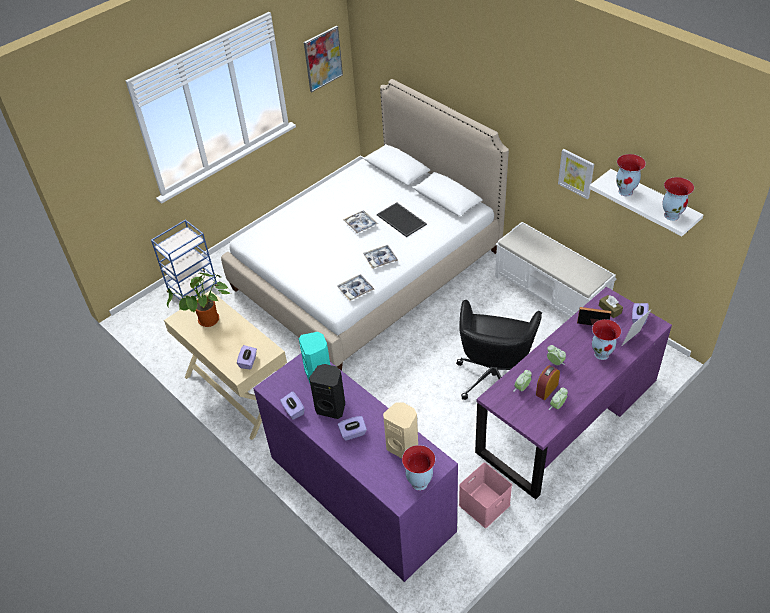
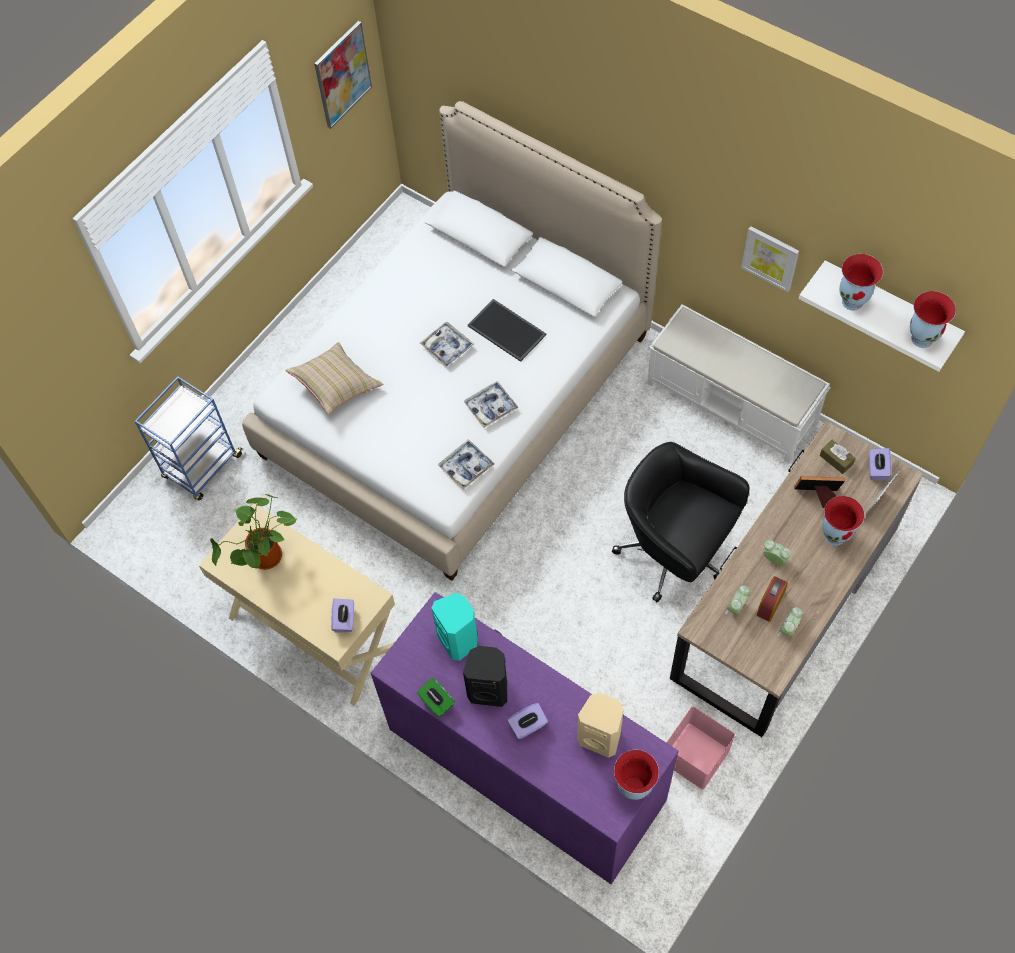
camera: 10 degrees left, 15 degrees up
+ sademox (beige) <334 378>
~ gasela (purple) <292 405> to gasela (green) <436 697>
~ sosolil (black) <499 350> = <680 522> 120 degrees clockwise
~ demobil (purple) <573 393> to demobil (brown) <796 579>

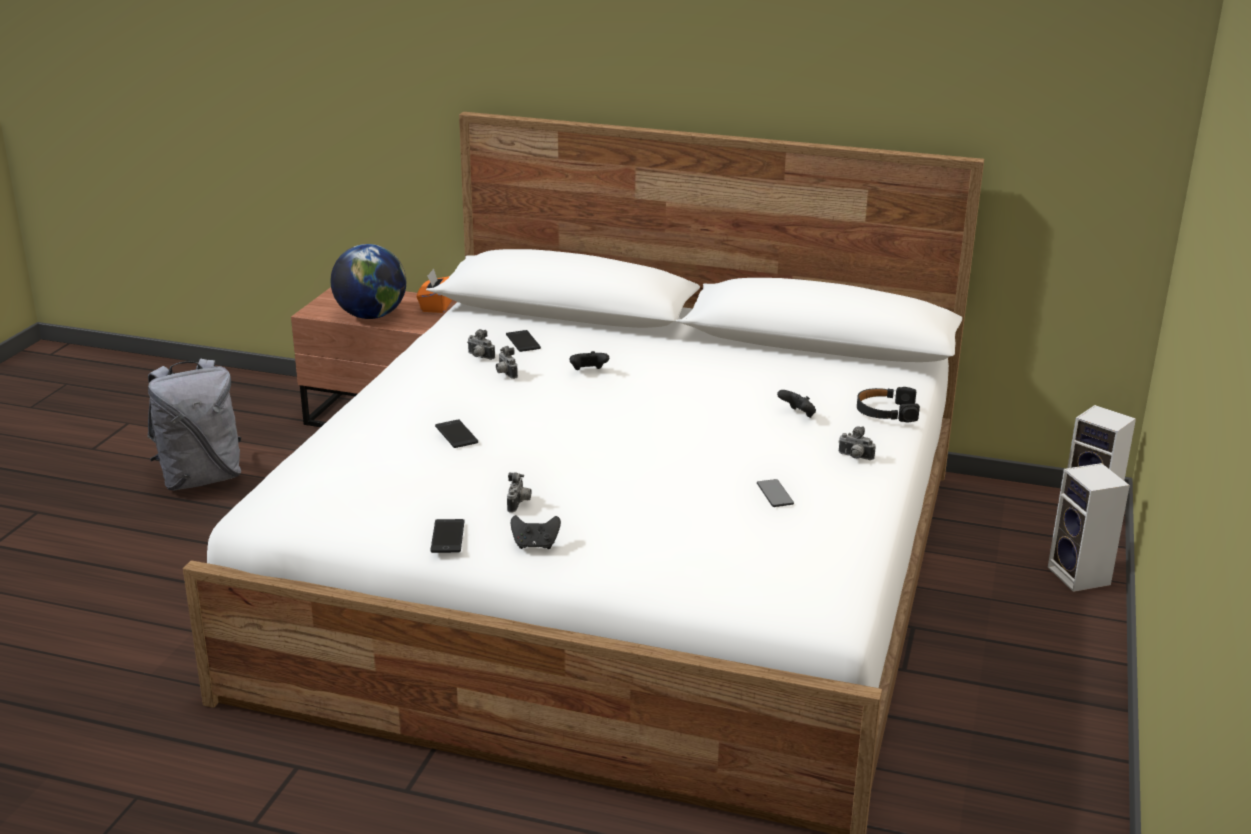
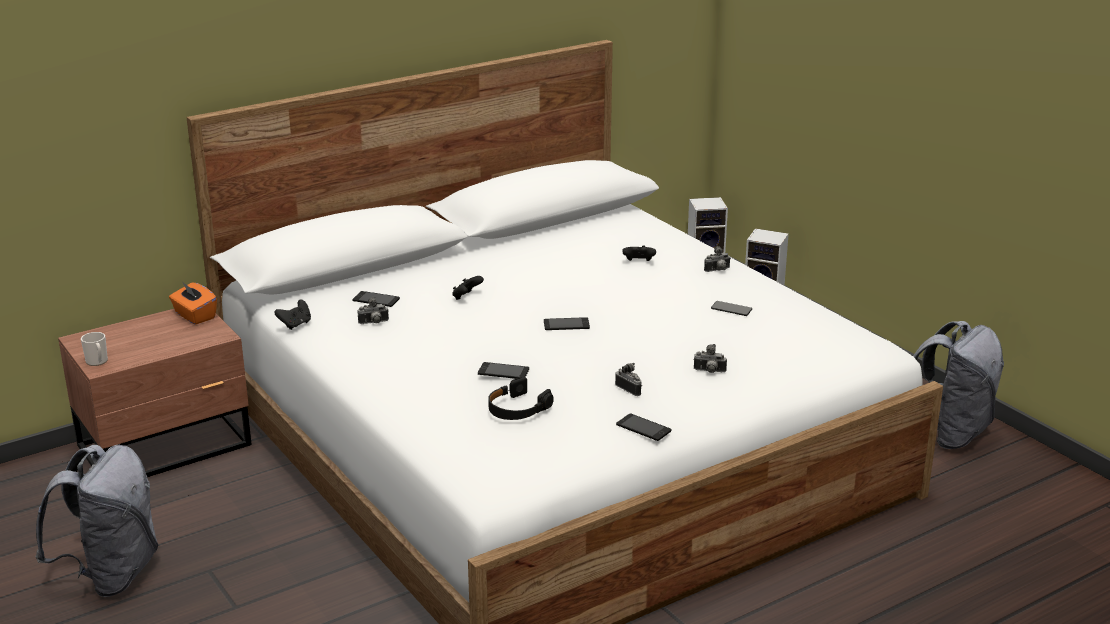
camera: 50 degrees left, 0 degrees up
+ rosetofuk <94 349>
~ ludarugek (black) <536 532> to <292 314>
~ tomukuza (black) <888 405> to <520 398>
+ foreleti <567 323>
~ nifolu <507 362> to <710 358>
+ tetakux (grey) <958 385>
- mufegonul <368 281>

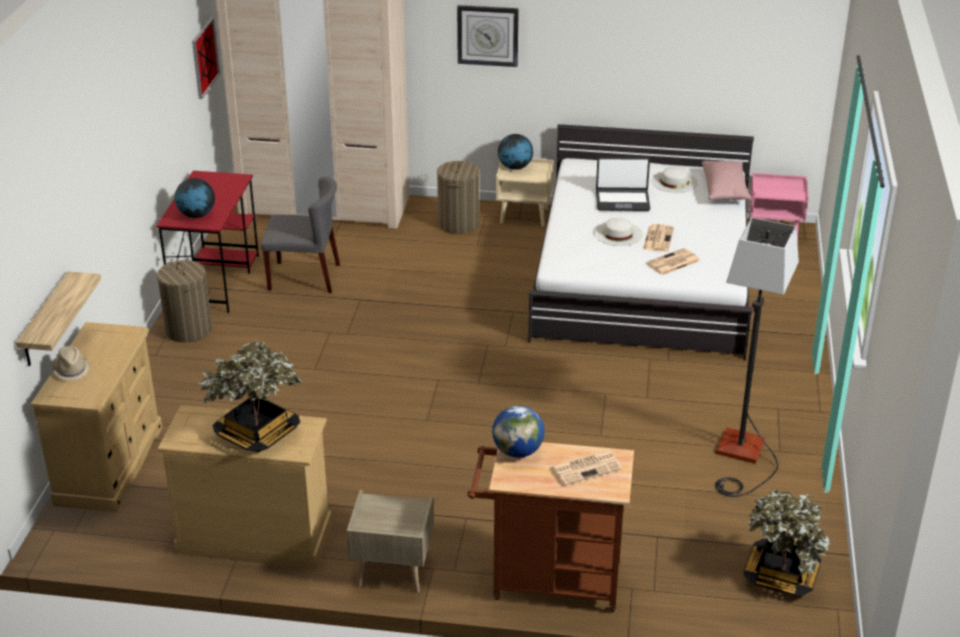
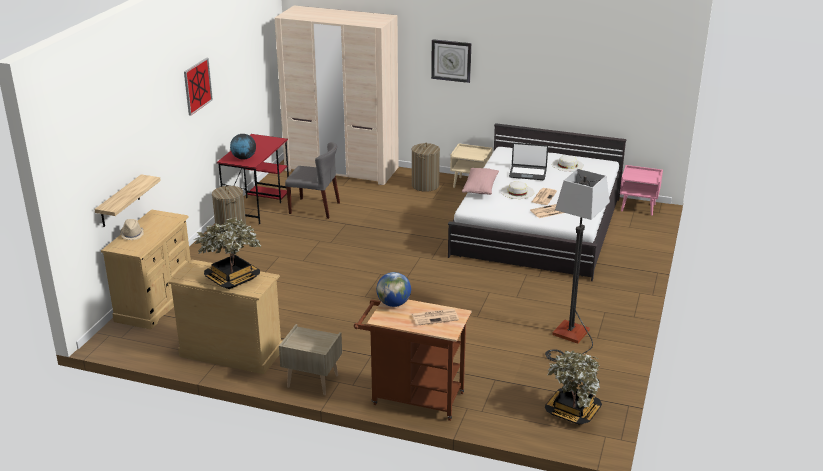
camera: 10 degrees right, 5 degrees down
~ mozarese <206 58> to <198 87>
~ sademox (pink) <727 180> to <480 181>
- mufegonul <515 152>

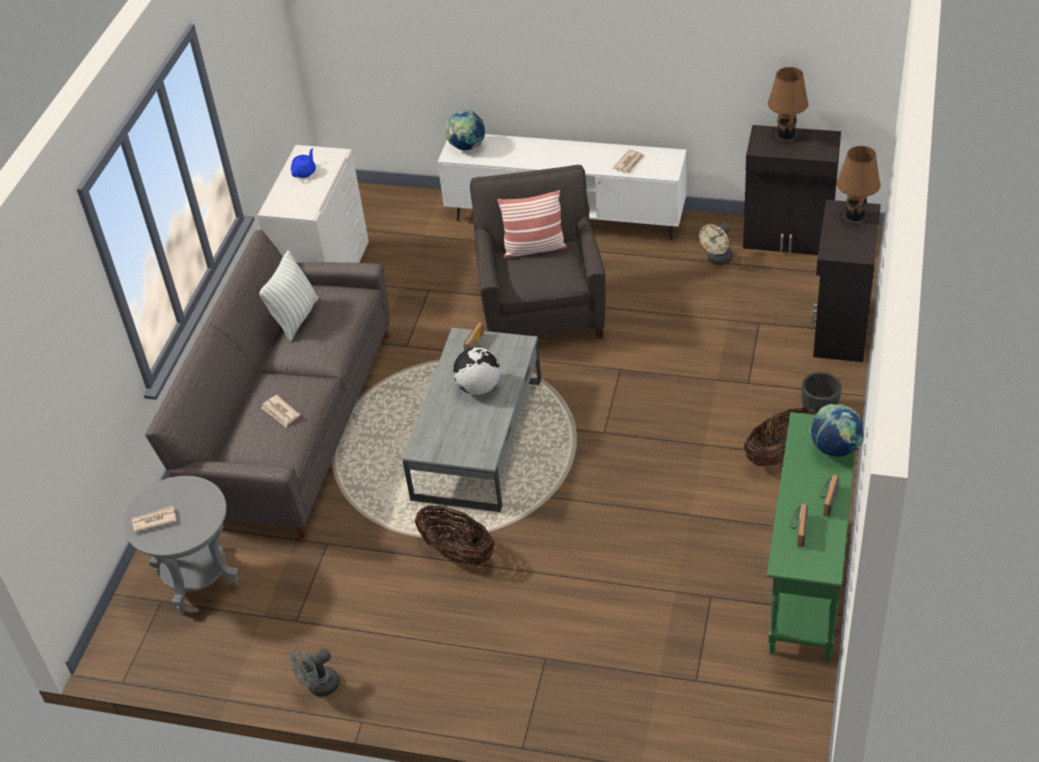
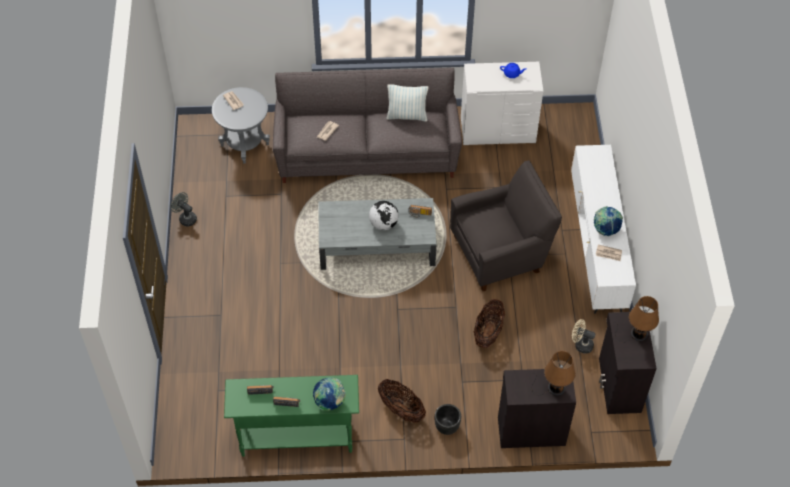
camera: 70 degrees right, 10 degrees up
~ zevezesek <455 535> to <489 323>
~ mufegonul <465 130> to <608 221>
- sademox <532 224>

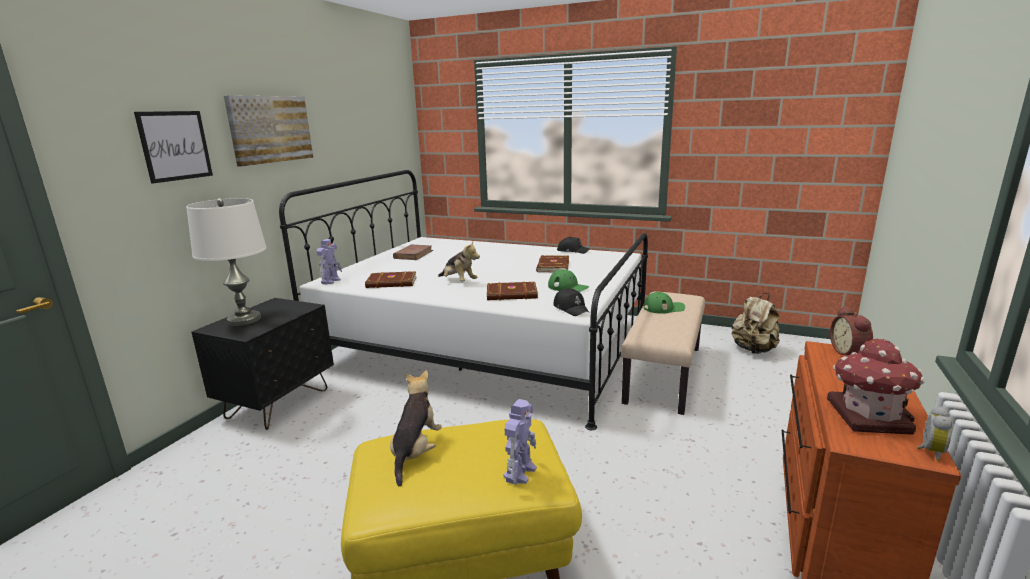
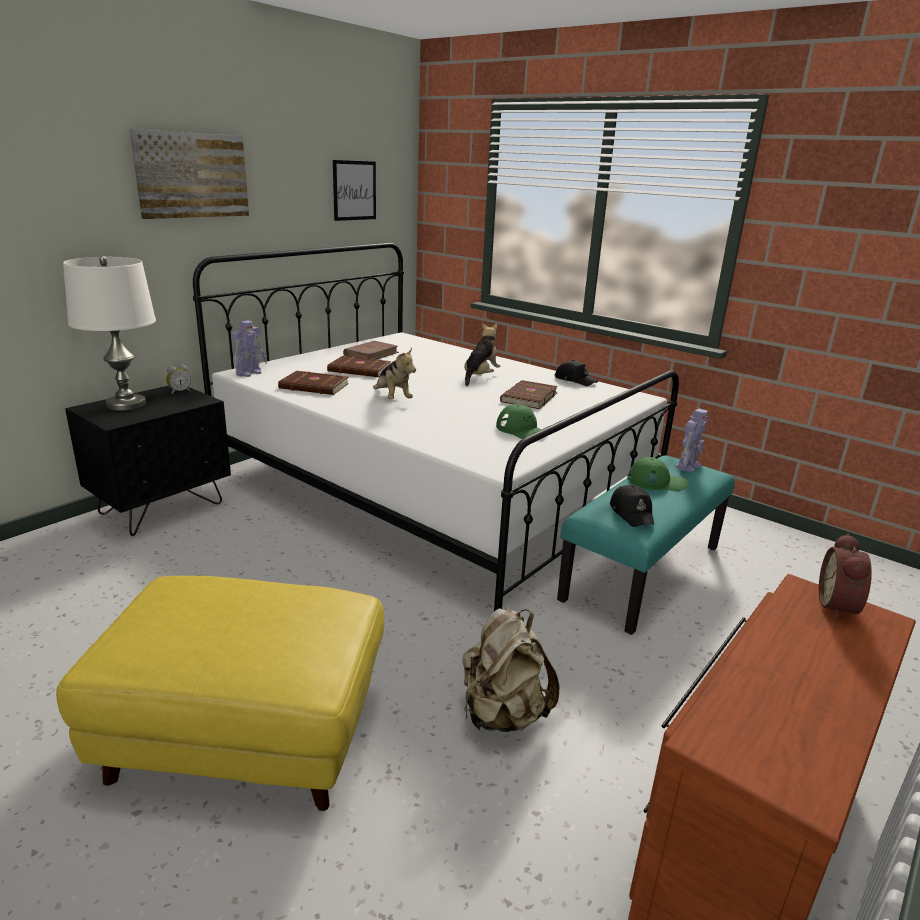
camera: 15 degrees right, 5 degrees up
~ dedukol <934 434> to <178 379>
~ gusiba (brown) <512 291> to <359 366>
~ mozarese <173 147> to <354 190>
~ tetakux (beige) <756 323> to <511 670>
~ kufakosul <416 428> to <482 354>
~ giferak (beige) <663 353> to giferak (turquoise) <646 545>
~ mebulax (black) <571 302> to <632 506>
~ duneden <520 442> to <691 440>
- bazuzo <876 387>

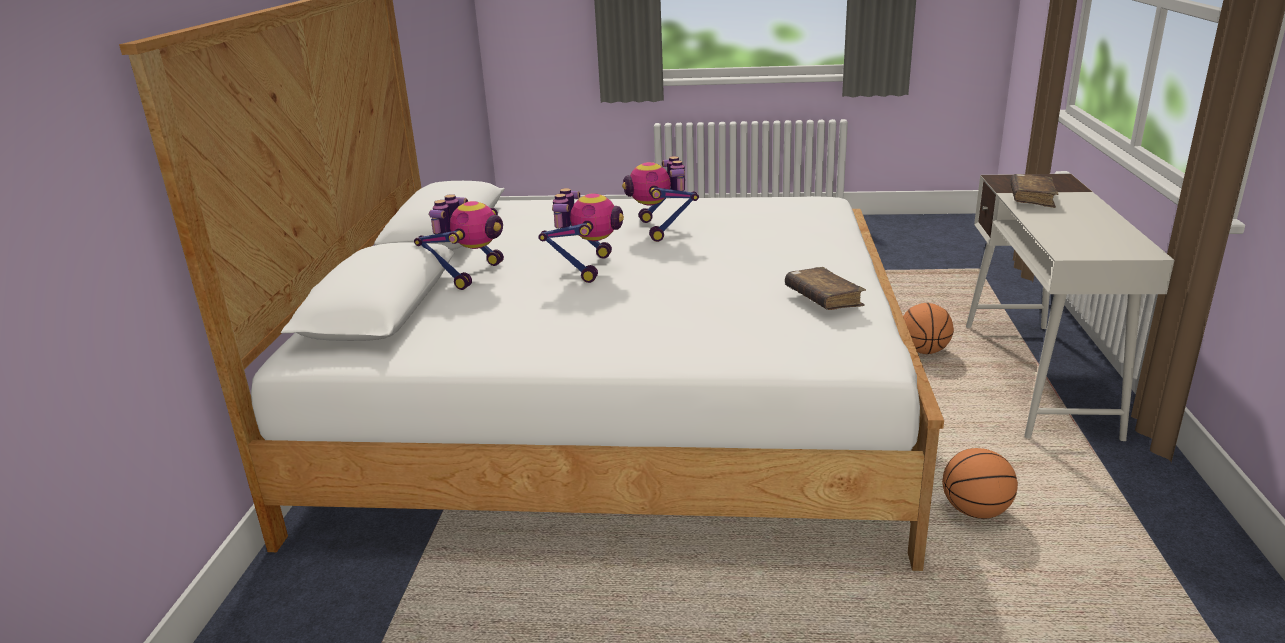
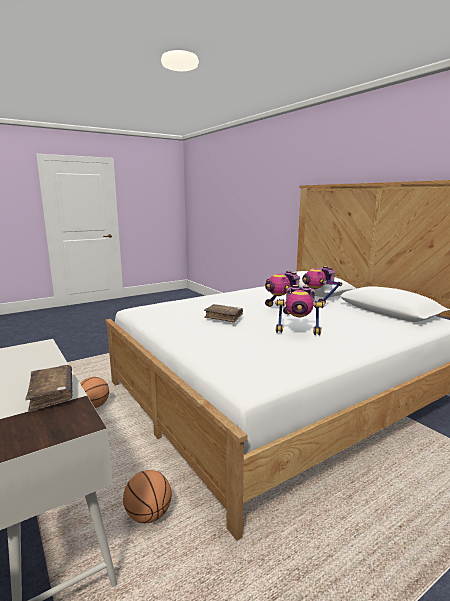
camera: 140 degrees right, 10 degrees down
~ gusiba (brown) <825 288> to <223 313>
~ duneden <660 199> = <300 310> 150 degrees clockwise

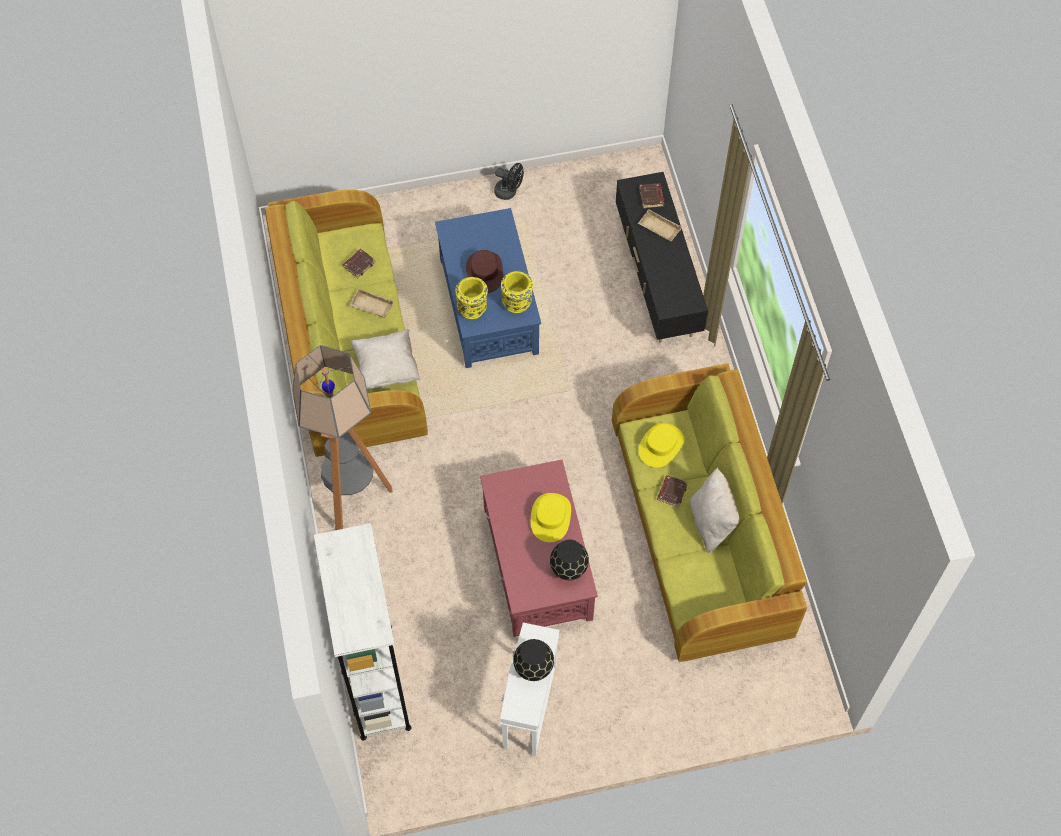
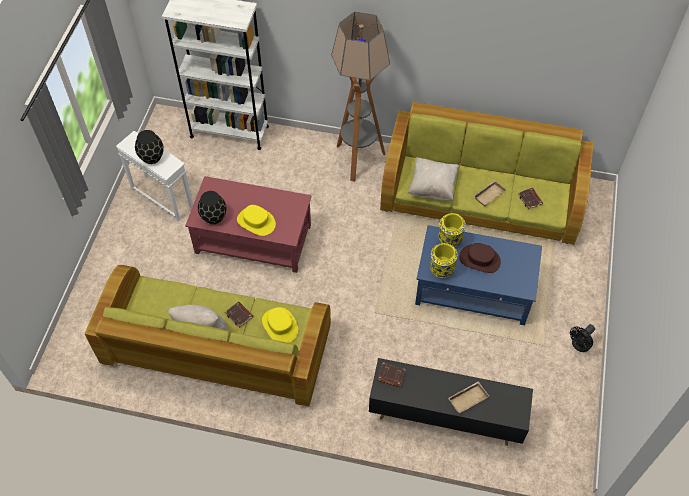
camera: 115 degrees right, 5 degrees down
~ gusiba (brown) <651 195> to <391 375>

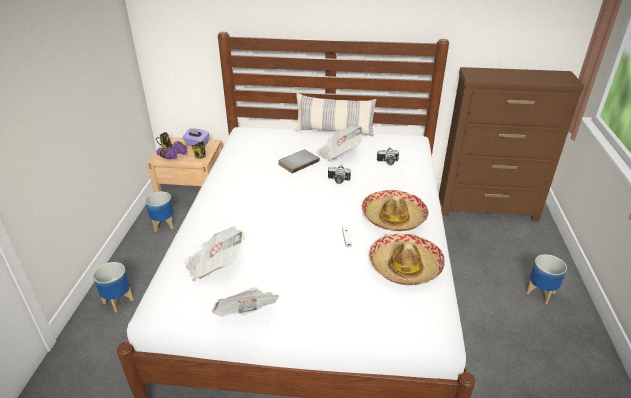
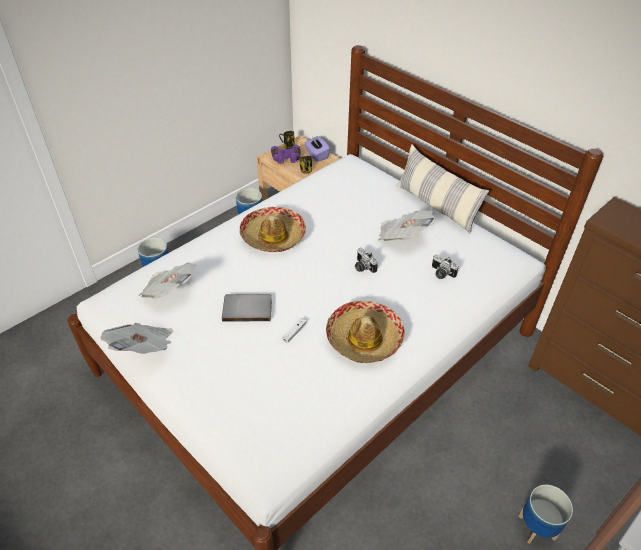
camera: 40 degrees right, 10 degrees up
~ gusiba (grey) <299 161> to <247 308>
~ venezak <407 259> to <273 229>

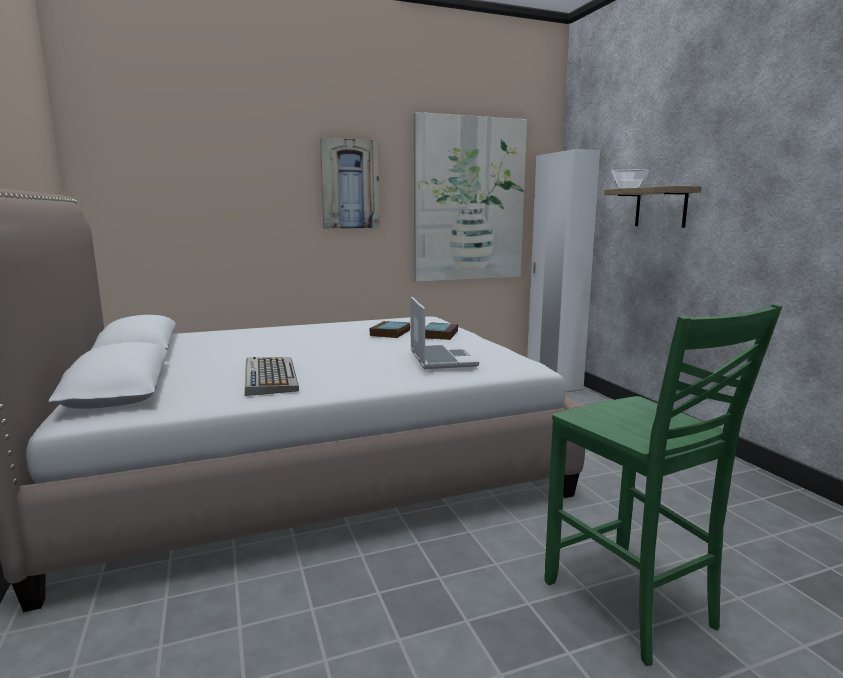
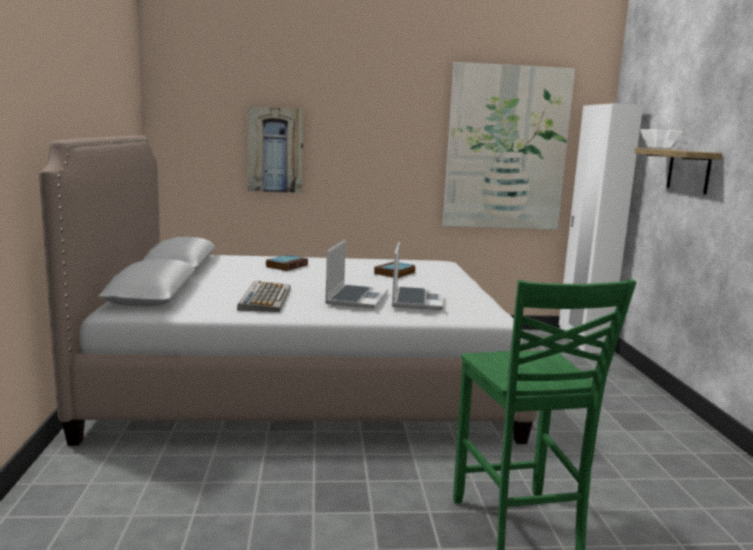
camera: 15 degrees right, 0 degrees up
~ mozarese <350 183> to <275 150>
~ gusiba <441 331> to <287 263>
+ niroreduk <356 274>

